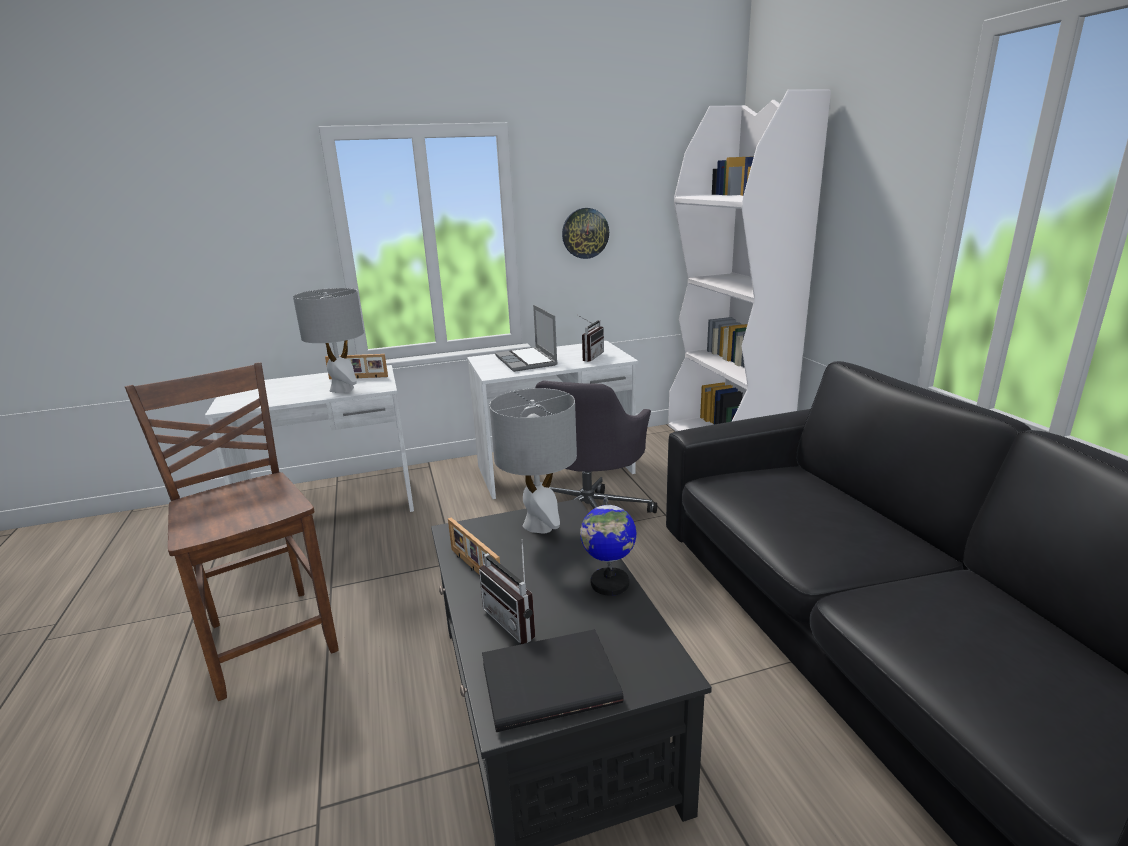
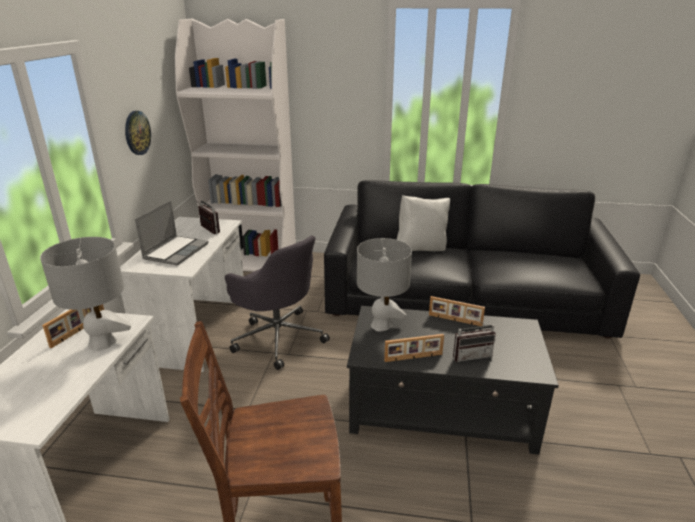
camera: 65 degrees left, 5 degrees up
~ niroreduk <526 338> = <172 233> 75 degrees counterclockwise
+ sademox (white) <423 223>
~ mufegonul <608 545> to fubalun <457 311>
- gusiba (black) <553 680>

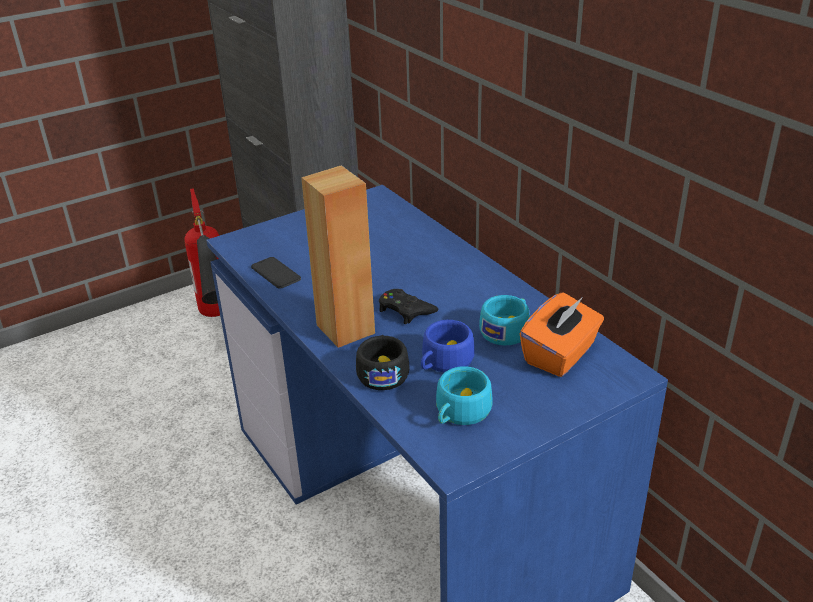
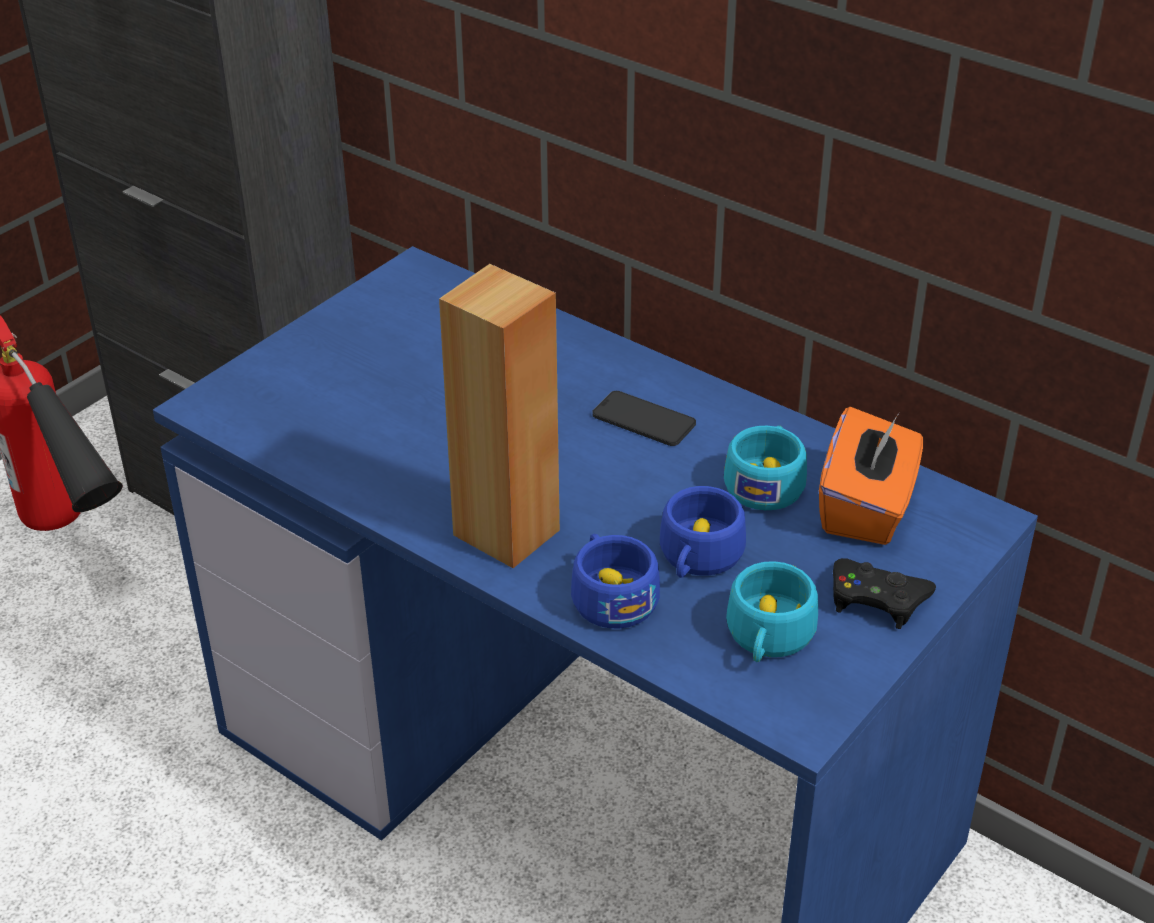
camera: 20 degrees left, 5 degrees up
~ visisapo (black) <383 362> to visisapo (blue) <615 581>
~ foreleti <276 273> to <644 418>
~ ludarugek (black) <408 306> to <884 593>

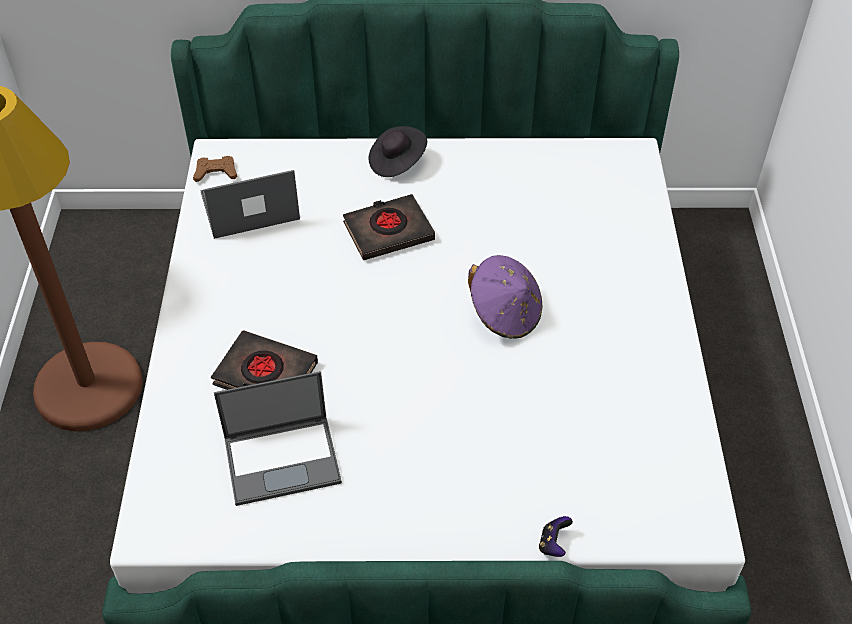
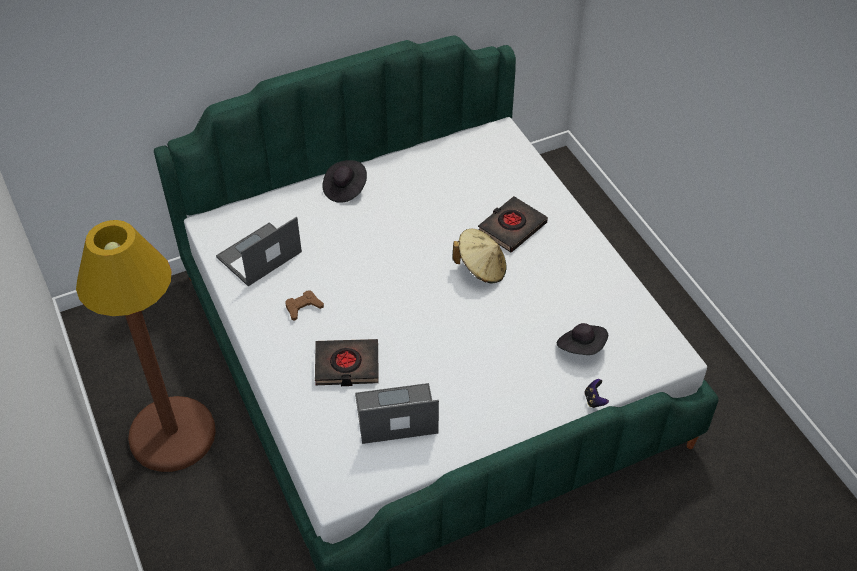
camera: 25 degrees left, 0 degrees up
~ ludarugek (brown) <215 169> to <304 306>
~ niroreduk <278 438> = <397 413> 150 degrees counterclockwise
~ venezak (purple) <505 297> to venezak (beige) <479 256>
~ gusiba (black) <389 227> to <513 224>
+ venezak (black) <582 339>

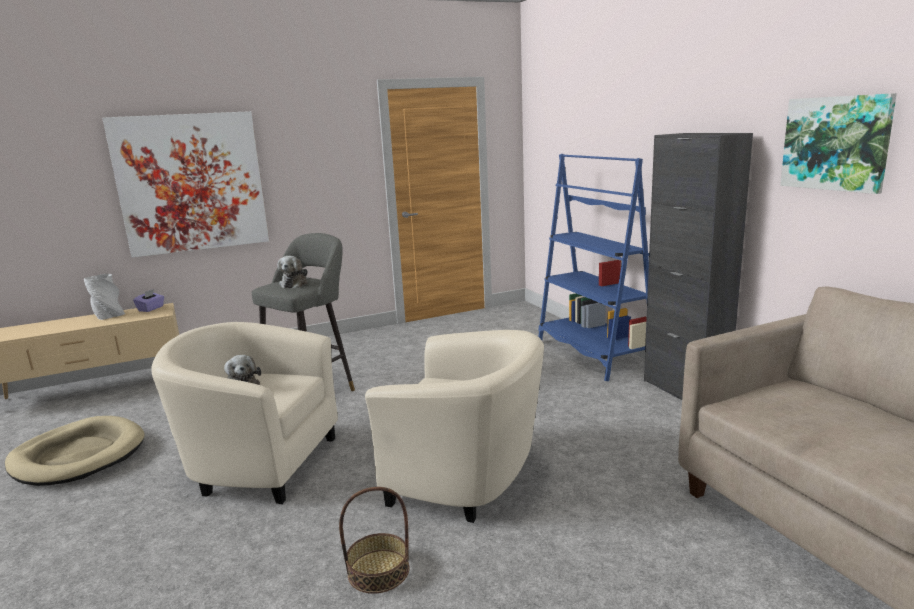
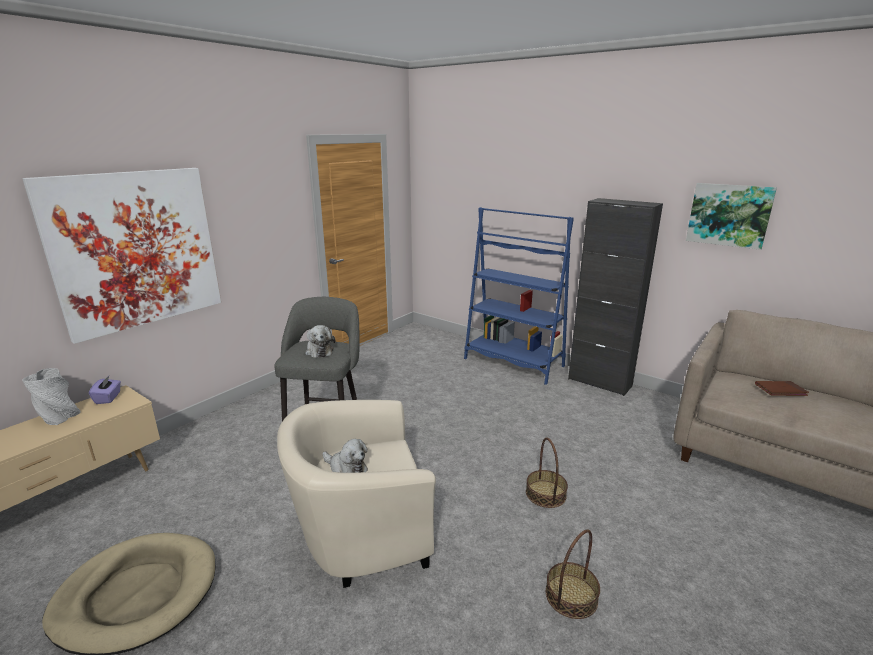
camera: 30 degrees left, 5 degrees up
~ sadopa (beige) <454 426> to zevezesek <547 473>
+ gusiba (brown) <782 388>

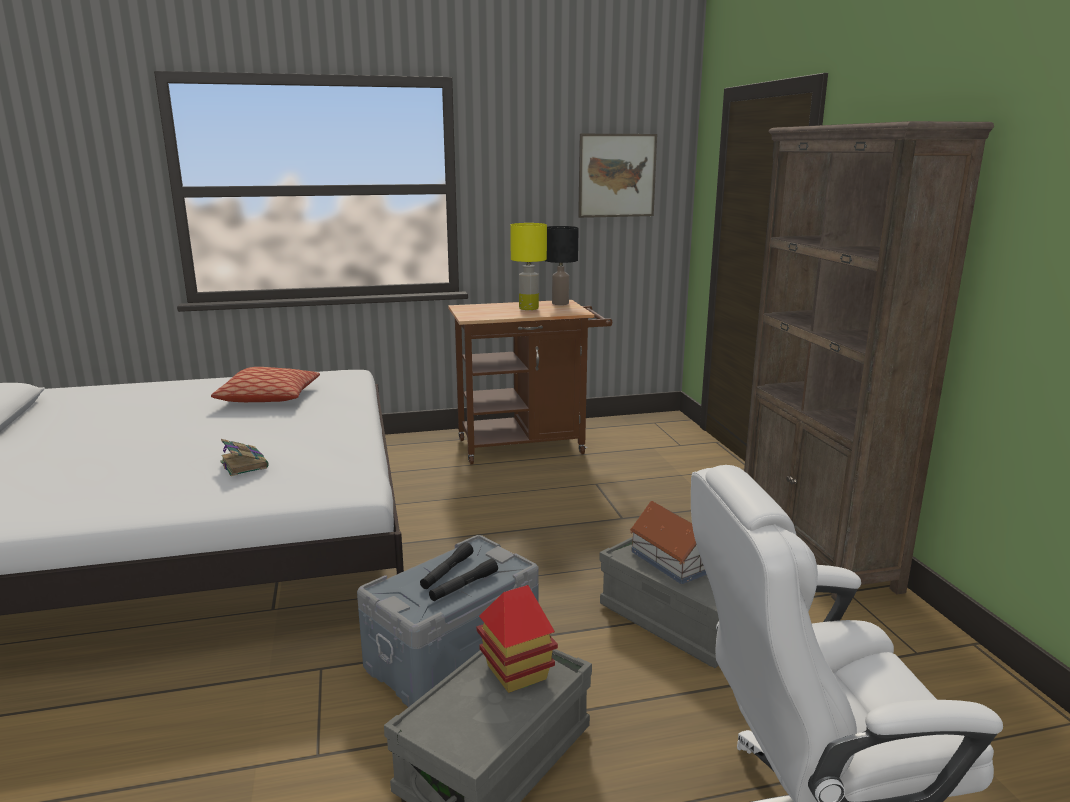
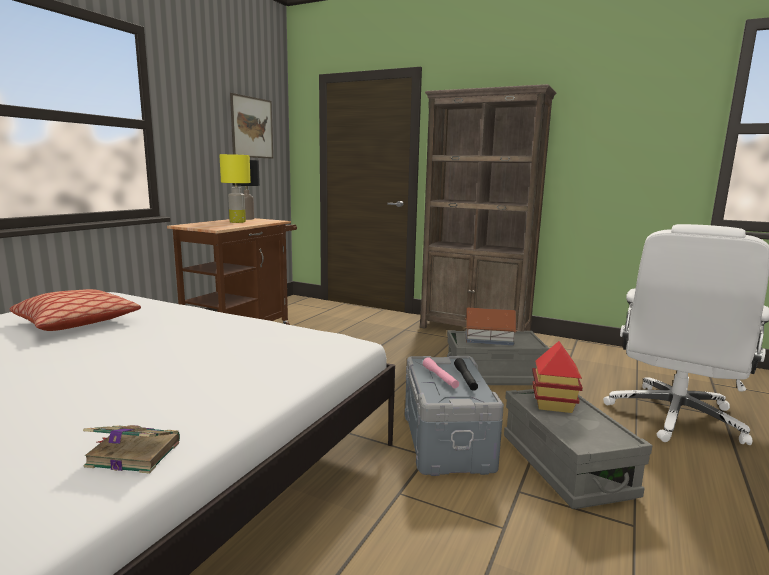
camera: 50 degrees left, 5 degrees down
~ gusiba <244 457> to <131 449>
~ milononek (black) <447 565> to milononek (pink) <441 372>

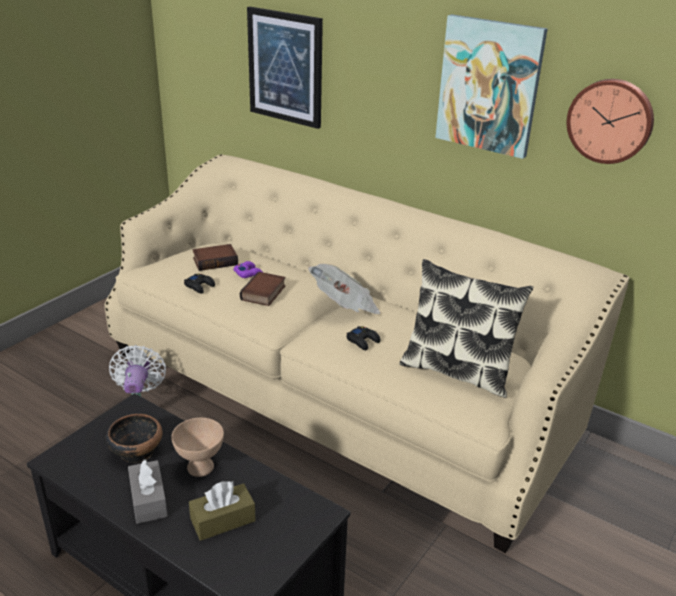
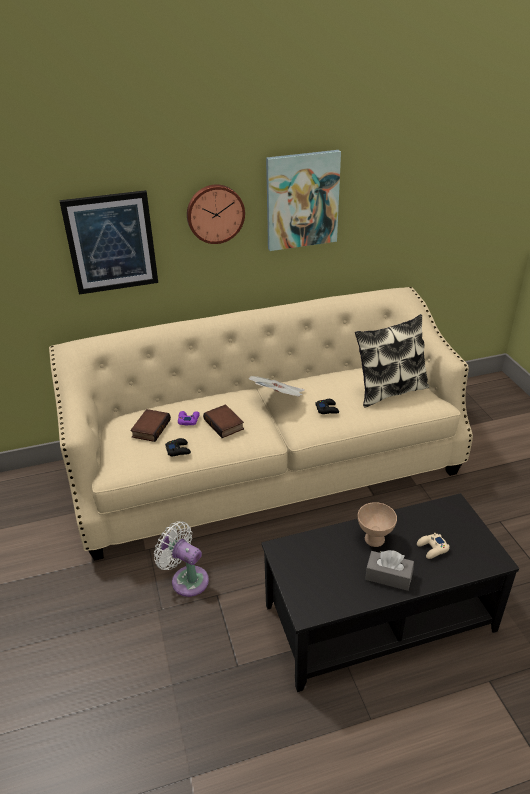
camera: 50 degrees left, 5 degrees up
~ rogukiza <610 121> to <216 214>
~ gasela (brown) <222 511> to ludarugek (beige) <433 546>
- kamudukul <134 438>

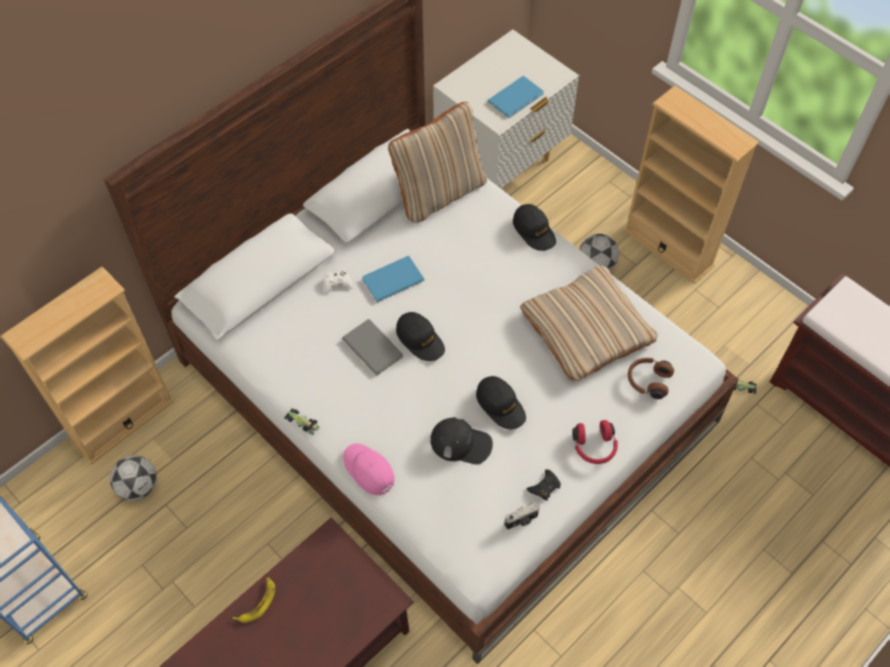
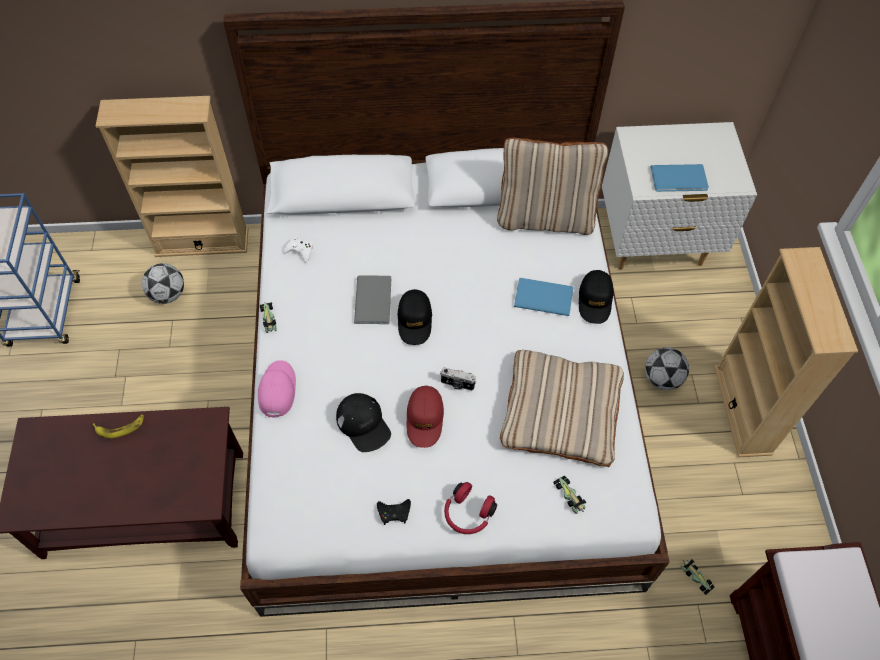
camera: 40 degrees right, 0 degrees up
~ ludarugek (white) <338 282> to <298 250>
~ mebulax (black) <501 402> to mebulax (red) <425 417>
~ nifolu <522 516> to <458 379>
~ gusiba (blue) <393 279> to <544 297>
~ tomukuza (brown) <651 378> to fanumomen <569 494>

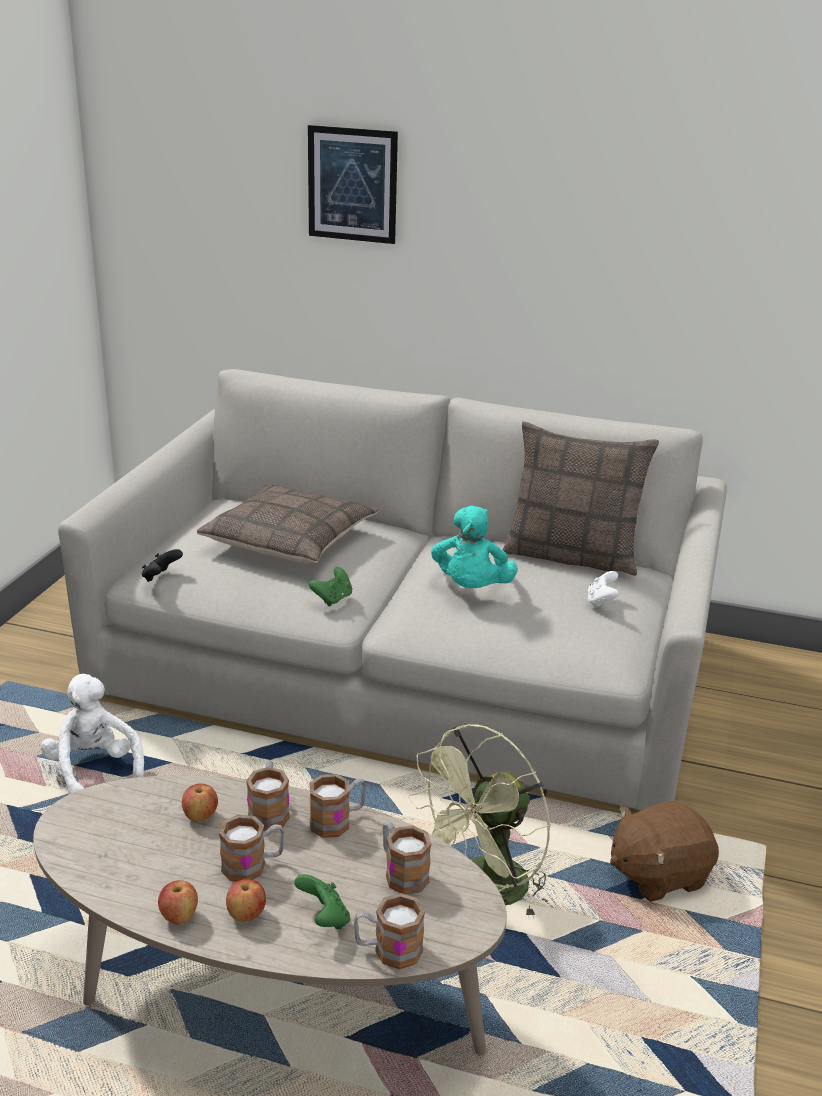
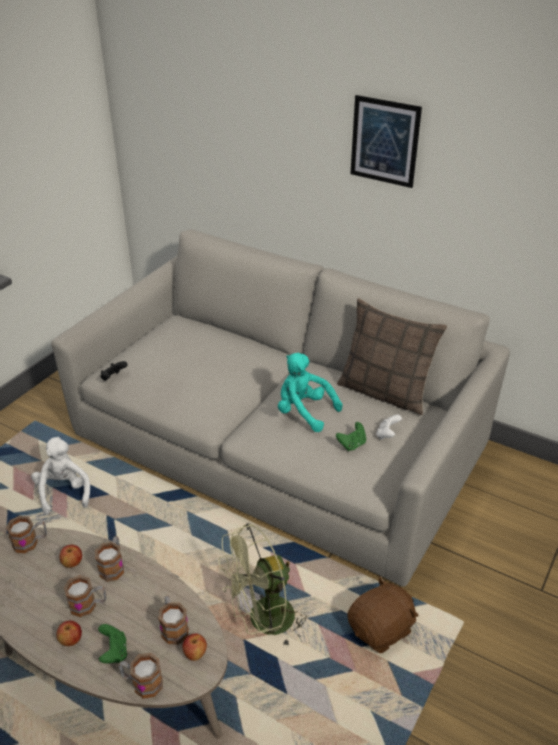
camera: 15 degrees right, 10 degrees up
~ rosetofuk <337 806> to <26 534>
~ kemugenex <178 902> to <194 647>
~ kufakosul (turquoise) <474 546> = <310 392> 105 degrees clockwise
~ ludarugek (green) <330 586> to <351 436>
~ kufakosul (brown) <664 851> = <383 614> 150 degrees clockwise
~ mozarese <353 184> to <386 141>
- sademox <288 524>

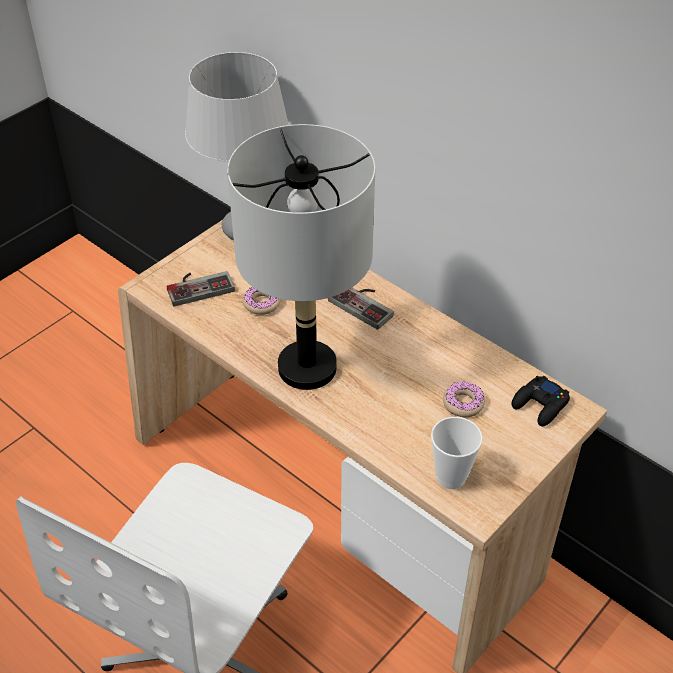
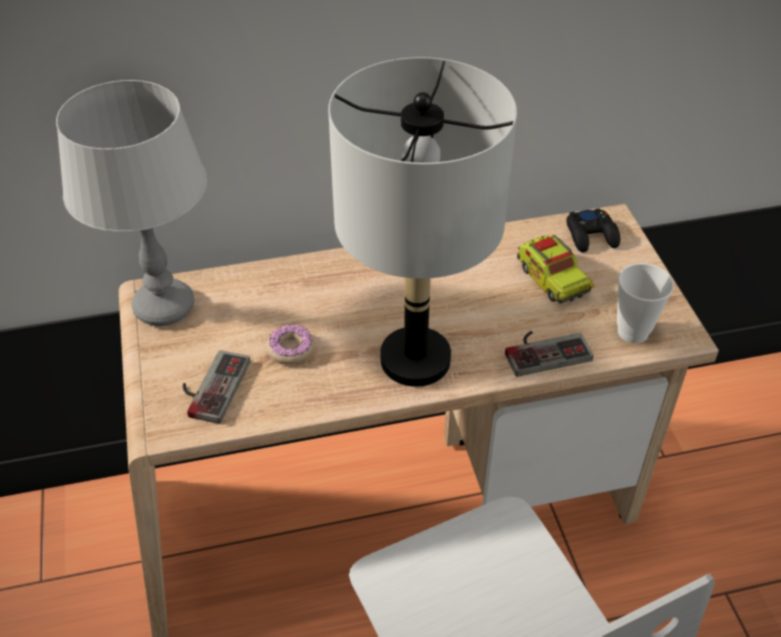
camera: 55 degrees left, 0 degrees up
~ ludarugek <361 309> to <549 354>
~ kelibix <464 399> to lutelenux <555 269>

